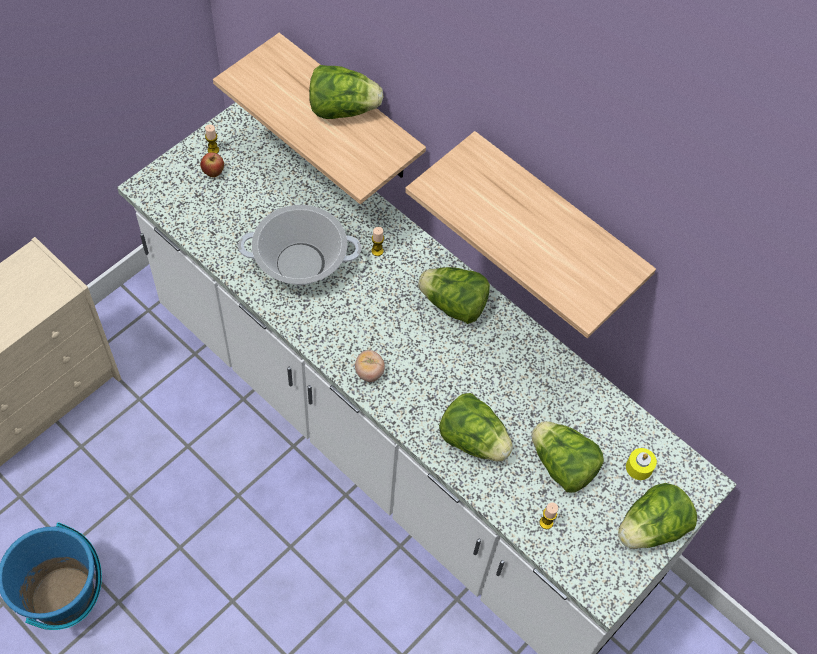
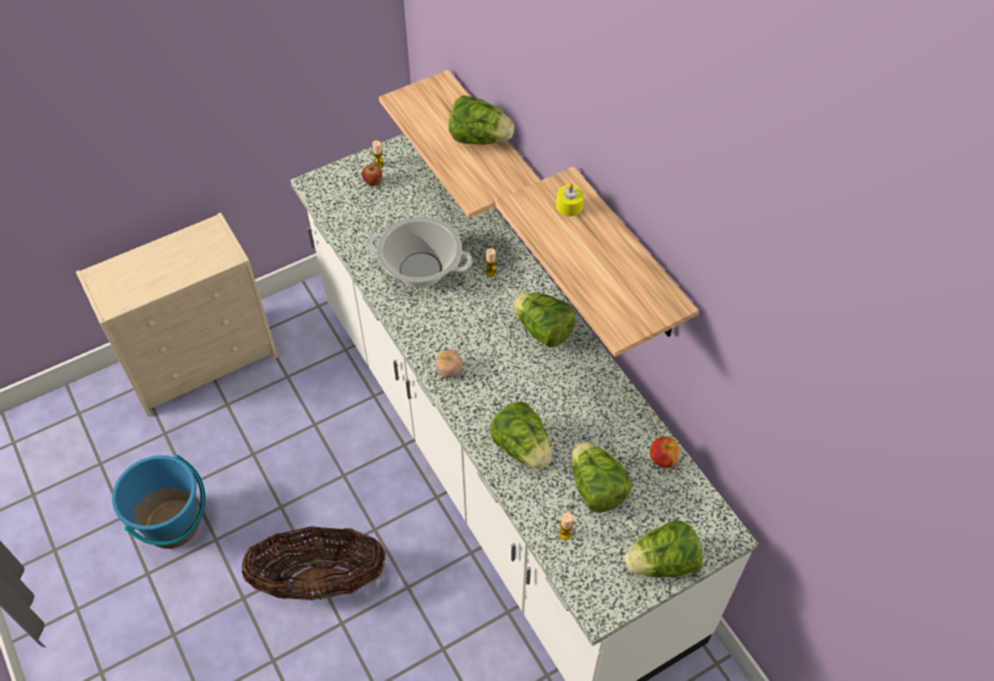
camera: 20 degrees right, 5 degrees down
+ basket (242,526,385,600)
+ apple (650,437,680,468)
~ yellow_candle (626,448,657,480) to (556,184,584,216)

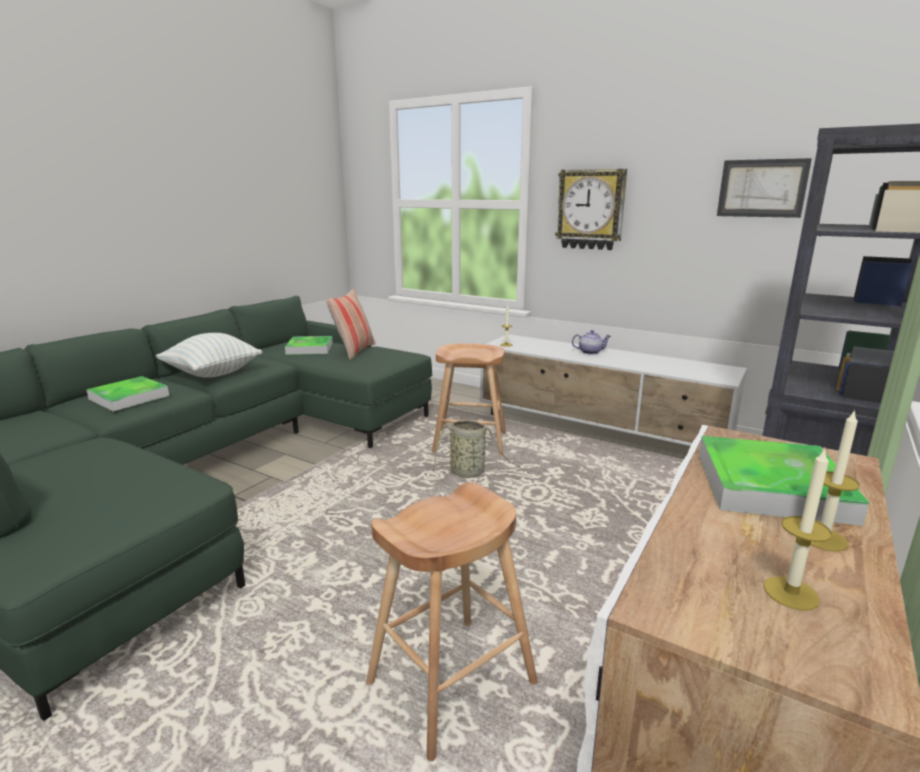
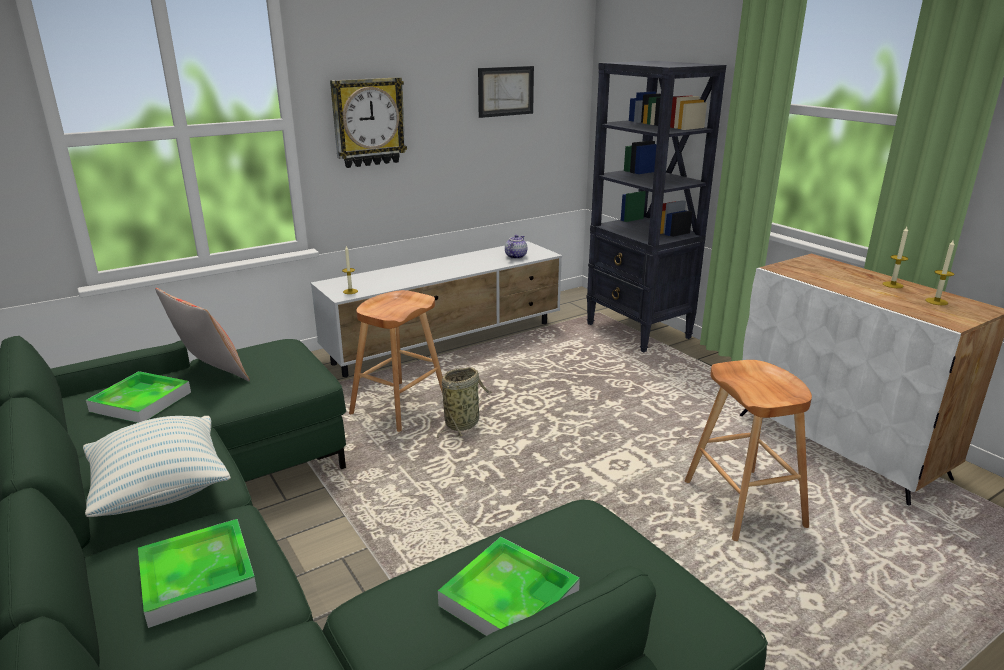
camera: 65 degrees left, 5 degrees up
~ teapot (572,330,611,354) to (505,235,527,259)
~ tray (699,436,869,526) to (438,537,580,636)

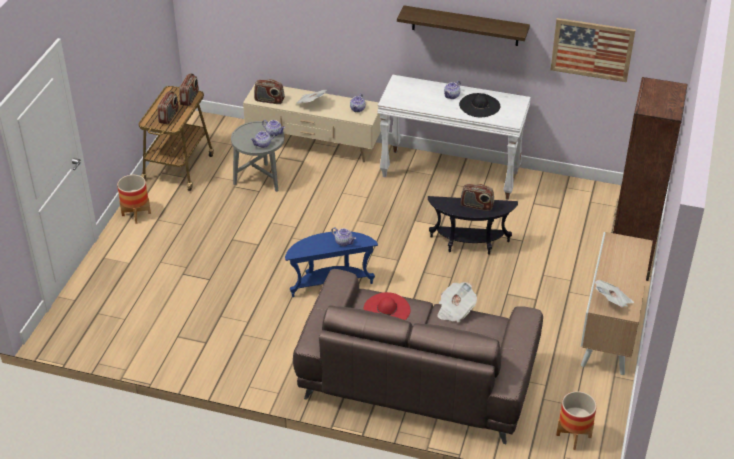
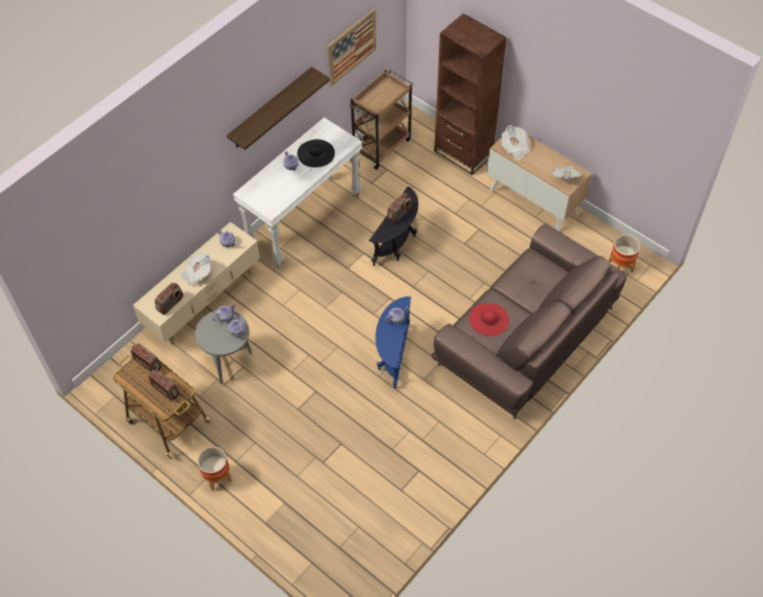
camera: 65 degrees left, 15 degrees up
+ brown_cart (349,70,413,170)
~ newspaper (437,282,477,323) to (501,125,530,161)

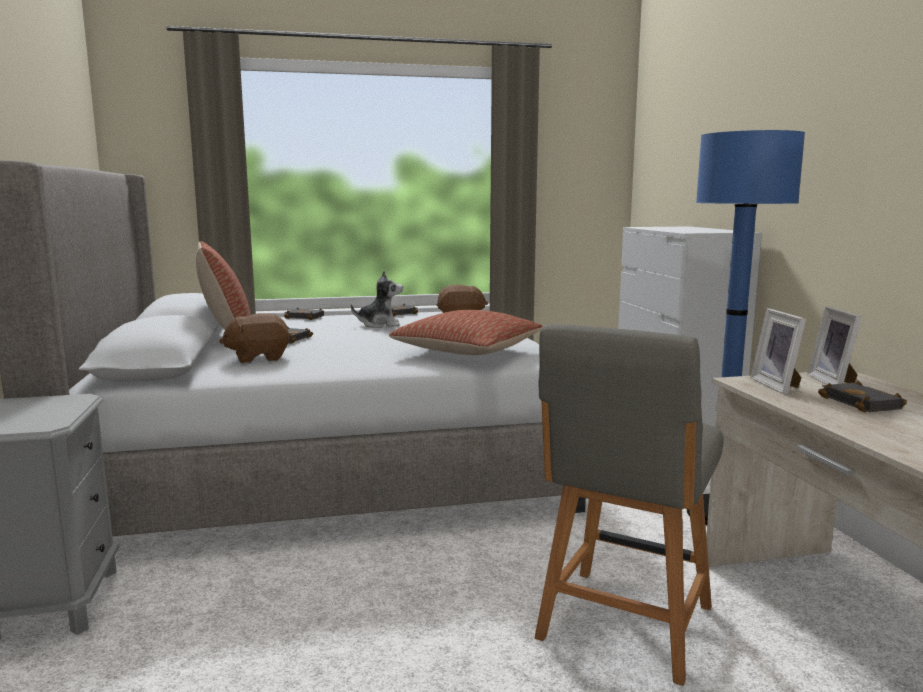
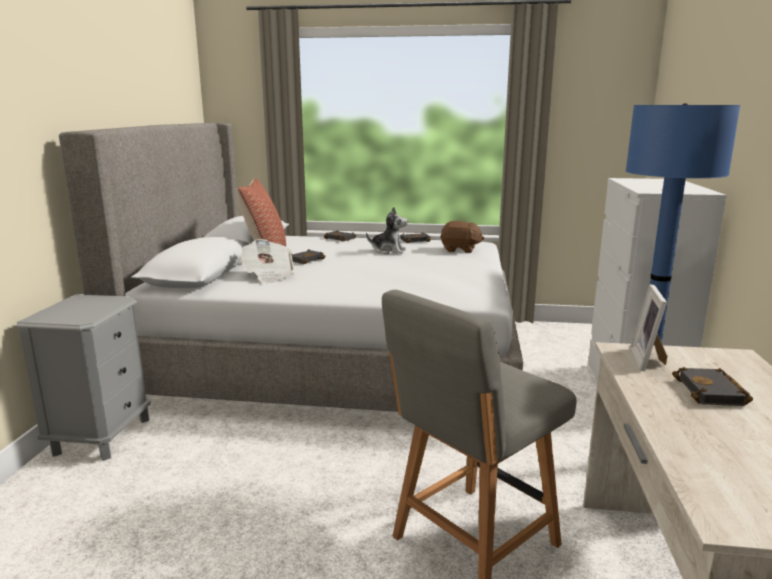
camera: 20 degrees right, 5 degrees up
- pillow (389,310,543,355)
- picture_frame (807,306,862,385)
~ brown_plush_toy (219,313,290,364) to newspaper (240,239,294,284)

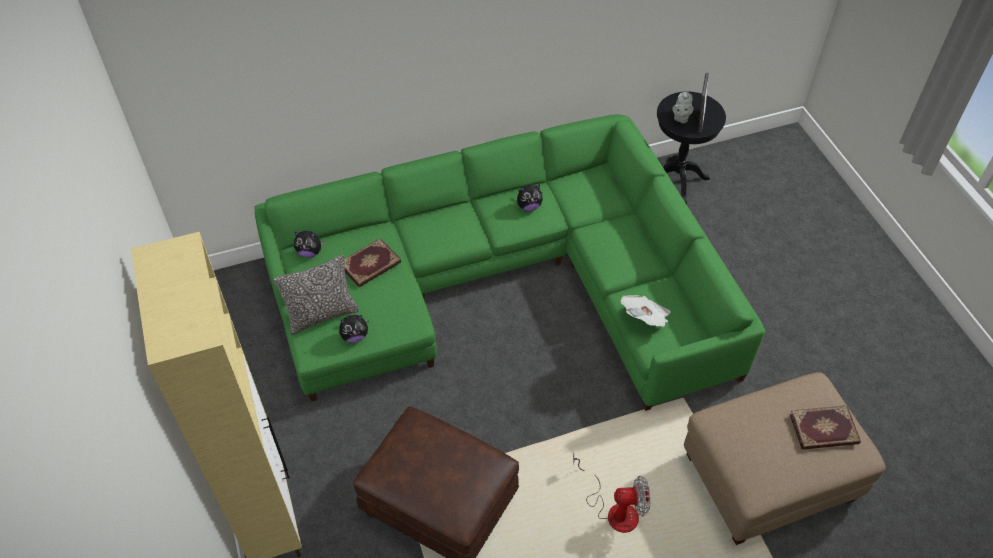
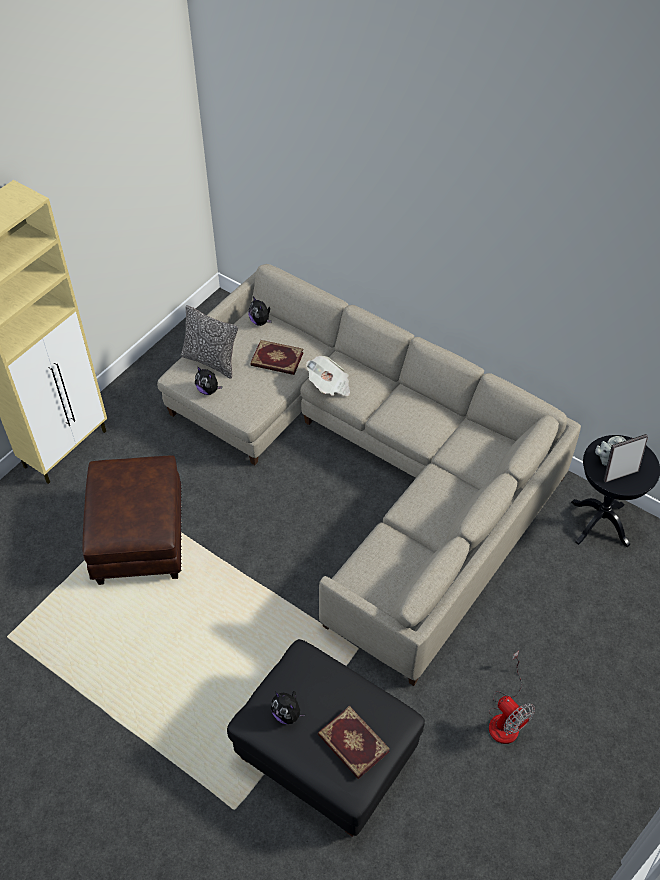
camera: 55 degrees right, 0 degrees up
~ plush_toy (517,184,543,211) to (271,691,306,724)
~ fan (573,453,650,533) to (488,651,535,744)
~ newspaper (621,295,671,327) to (306,356,350,396)
~ green_sofa (255,114,765,411) to beige_sofa (157,264,581,686)
~ beige_ottoman (684,372,886,545) to black_ottoman (227,639,425,837)

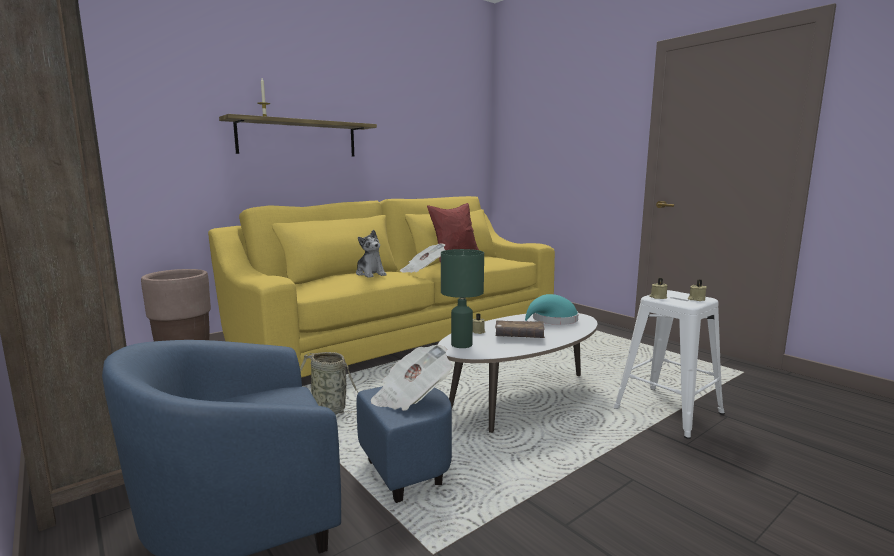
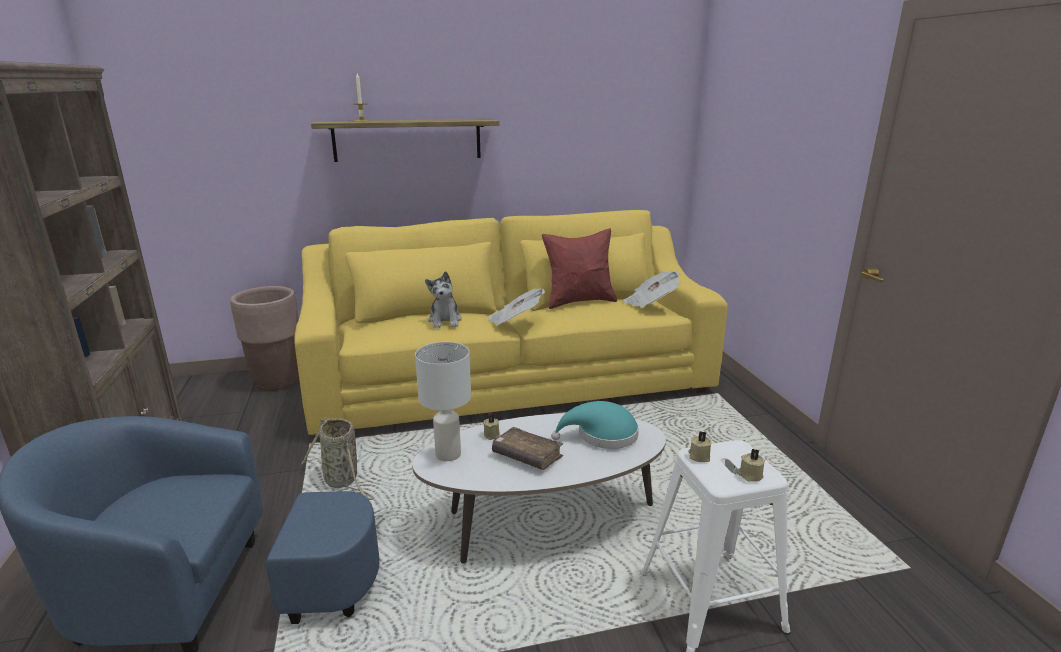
camera: 25 degrees right, 10 degrees up
~ newspaper (371,345,452,411) to (624,271,680,308)
~ green_table_lamp (441,249,484,348) to white_table_lamp (415,342,471,461)

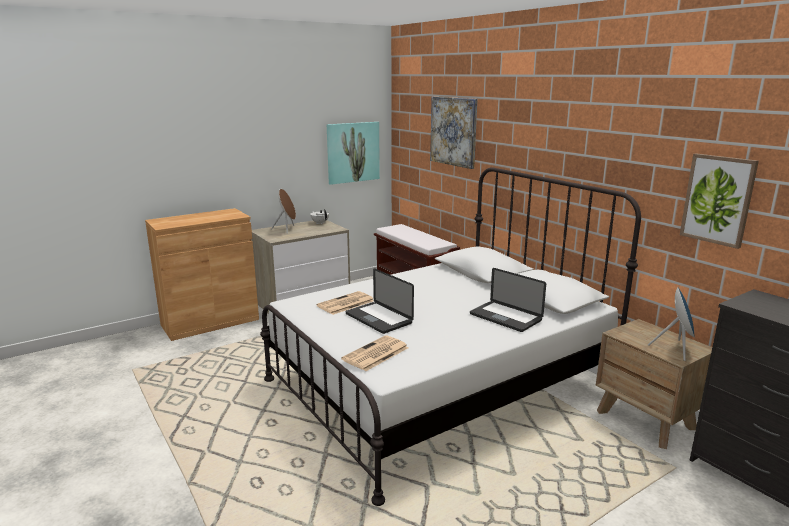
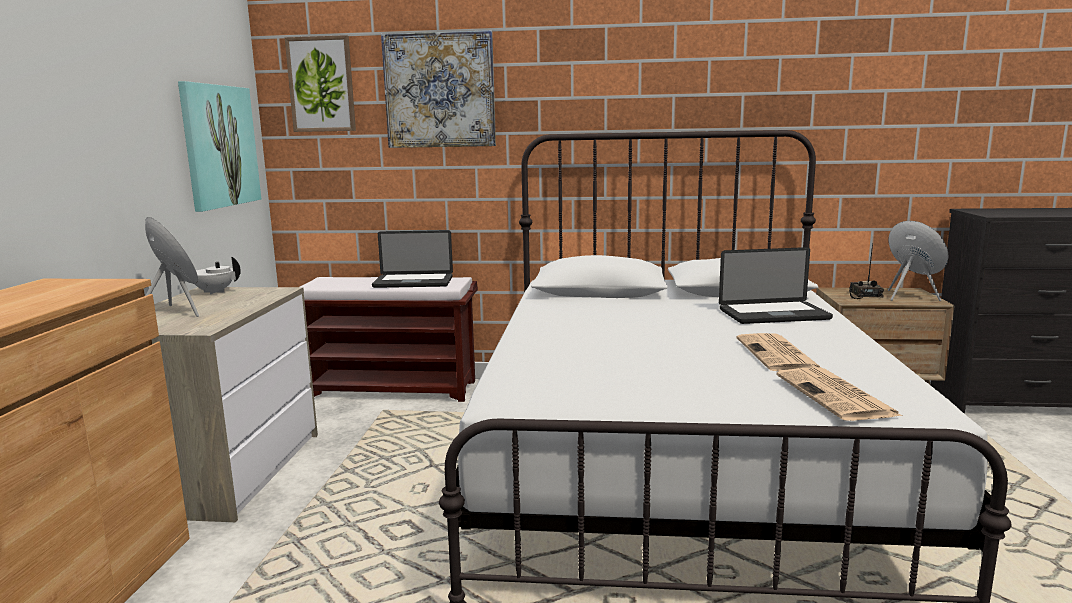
camera: 50 degrees left, 5 degrees down
+ radio (849,243,884,299)
~ newspaper (316,291,374,315) to (736,333,820,371)
~ laptop (346,268,414,334) to (372,230,453,288)
~ picture (680,154,759,249) to (285,35,356,132)

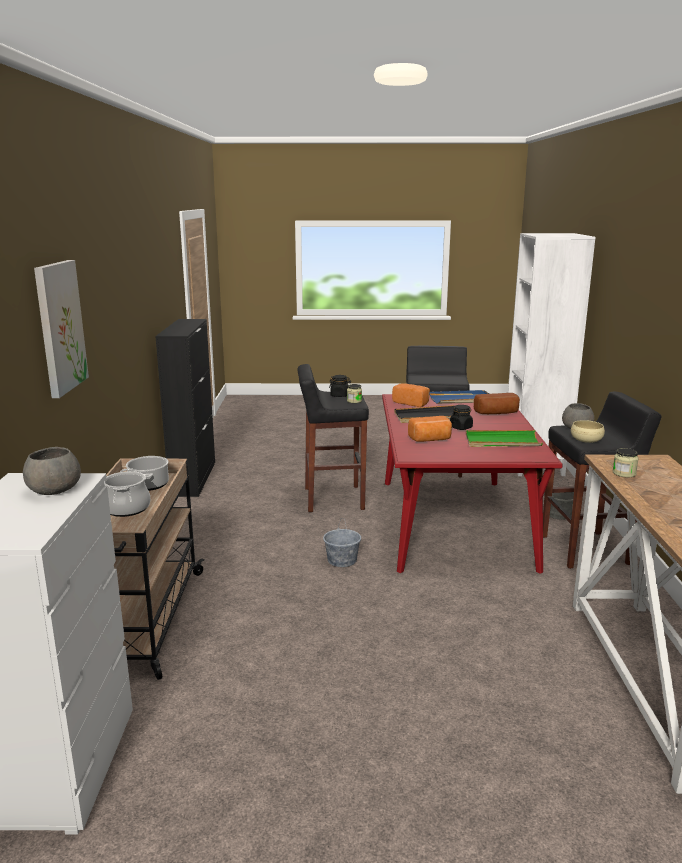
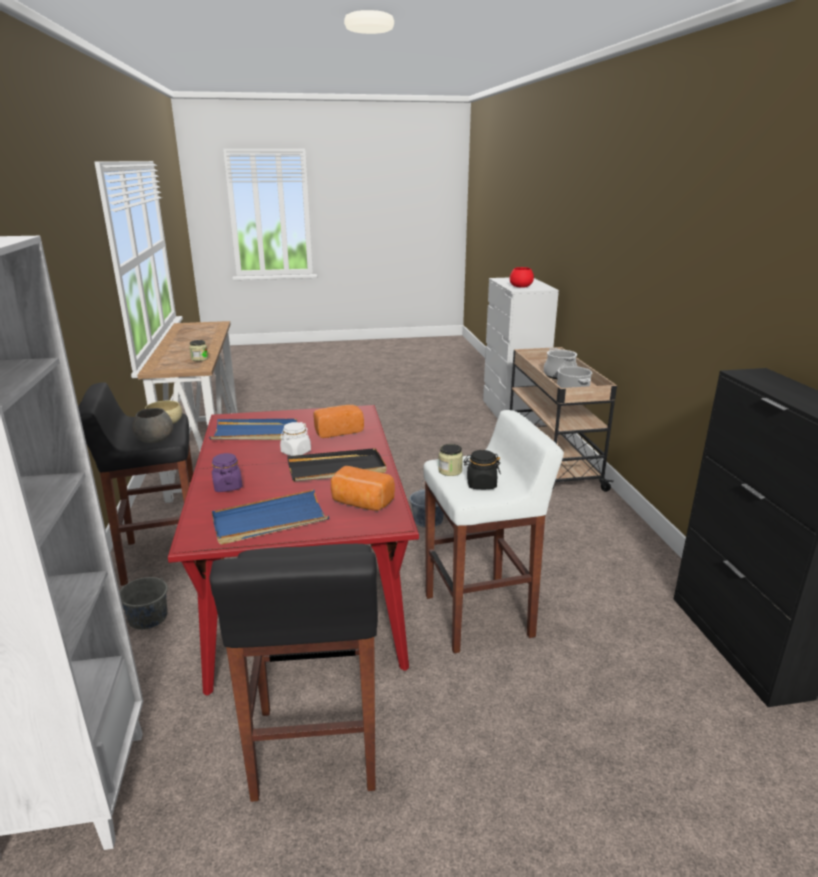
camera: 170 degrees right, 5 degrees up
- picture (34,260,89,398)
~ bread (474,393,520,414) to purple_jar (212,453,242,492)
~ grey_bowl (23,447,81,495) to red_bowl (510,267,534,288)
~ black_stool (298,364,369,512) to white_stool (423,410,564,653)
~ black_jar (450,405,473,430) to white_jar (280,422,311,456)
~ green_tray (466,430,543,447) to blue_tray (209,419,297,440)

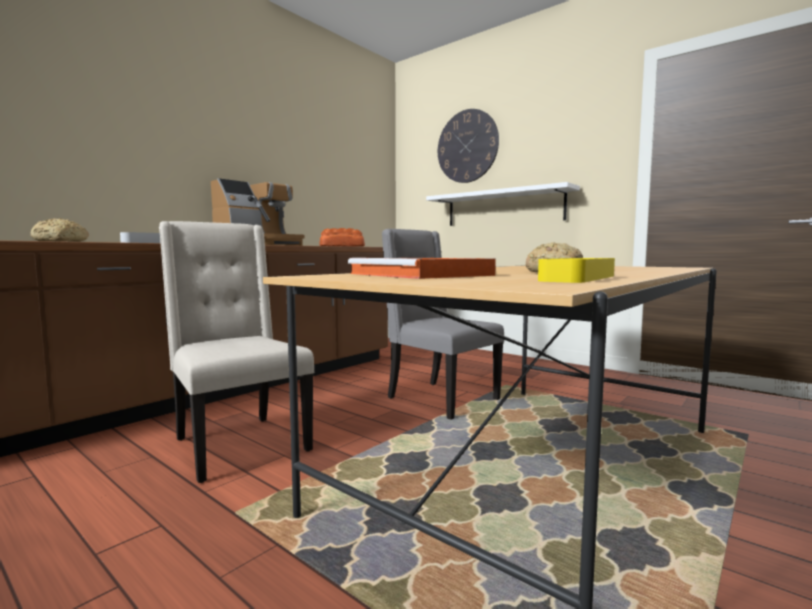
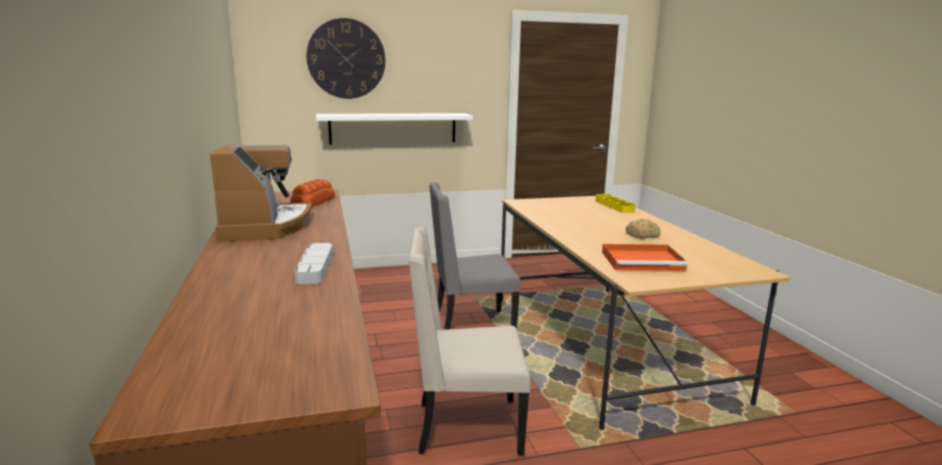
camera: 55 degrees left, 10 degrees up
- bread (30,218,89,242)
~ yellow_tray (538,258,615,283) to (595,194,635,213)

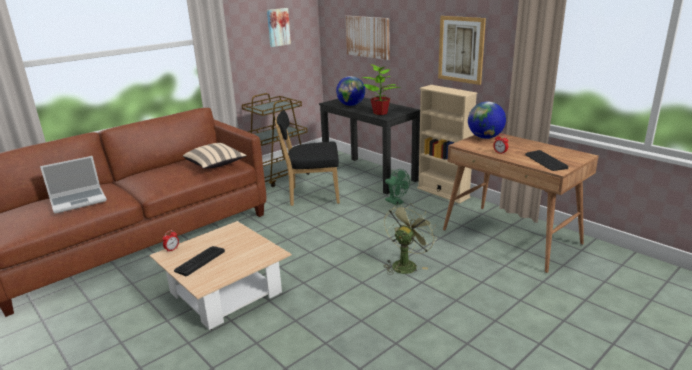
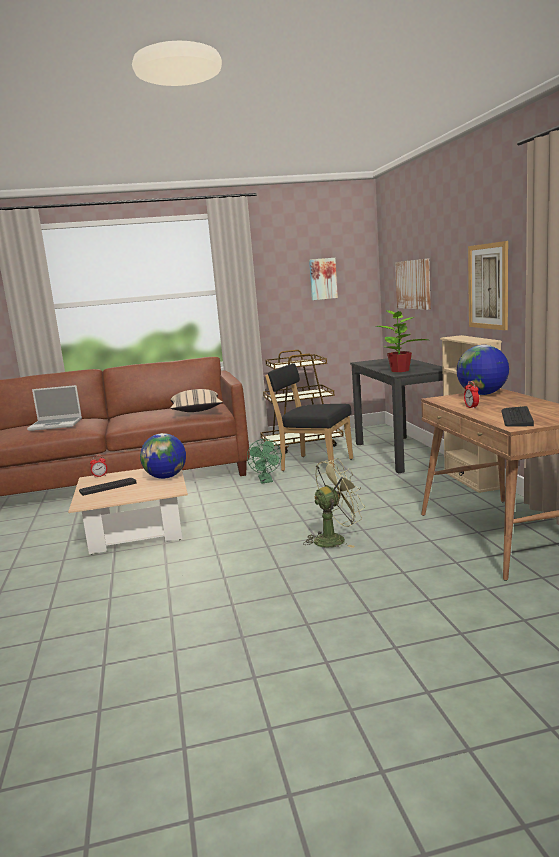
camera: 30 degrees right, 10 degrees down
~ globe (336,76,365,106) to (140,433,186,479)
~ green_fan (385,169,410,206) to (247,439,282,483)

